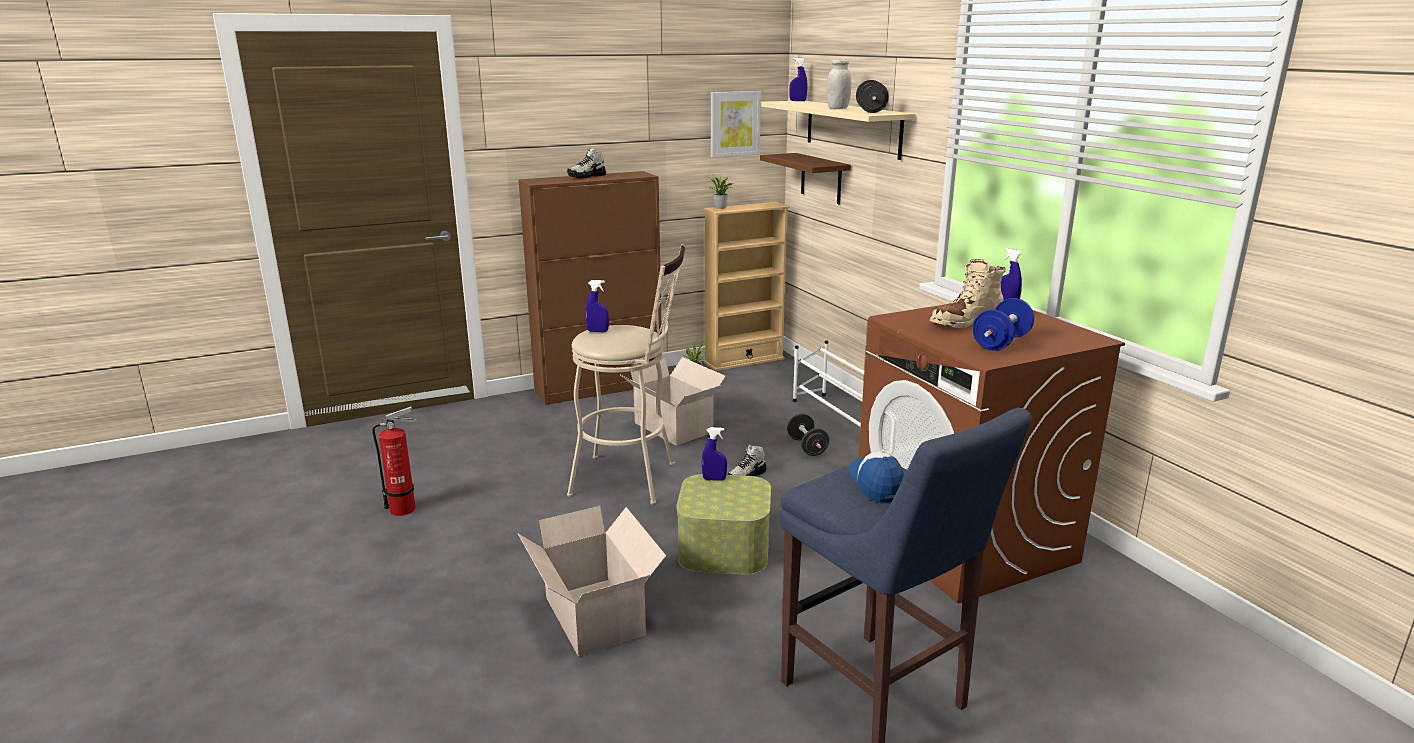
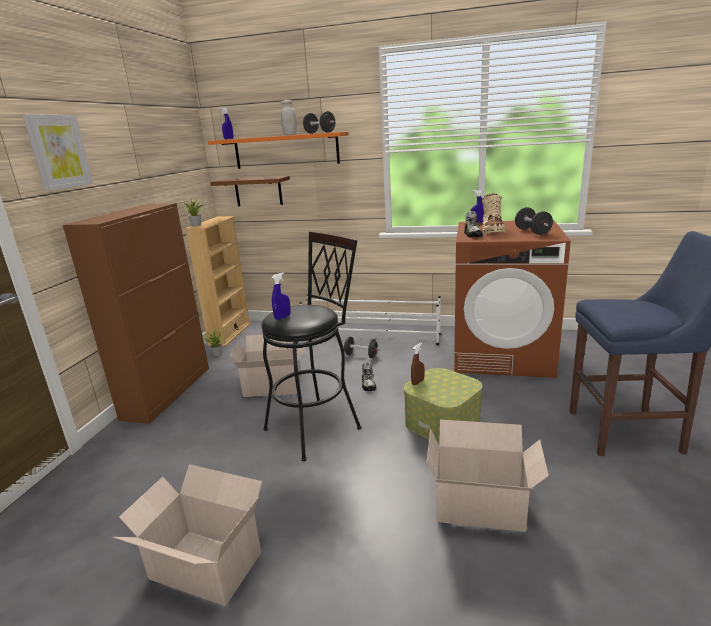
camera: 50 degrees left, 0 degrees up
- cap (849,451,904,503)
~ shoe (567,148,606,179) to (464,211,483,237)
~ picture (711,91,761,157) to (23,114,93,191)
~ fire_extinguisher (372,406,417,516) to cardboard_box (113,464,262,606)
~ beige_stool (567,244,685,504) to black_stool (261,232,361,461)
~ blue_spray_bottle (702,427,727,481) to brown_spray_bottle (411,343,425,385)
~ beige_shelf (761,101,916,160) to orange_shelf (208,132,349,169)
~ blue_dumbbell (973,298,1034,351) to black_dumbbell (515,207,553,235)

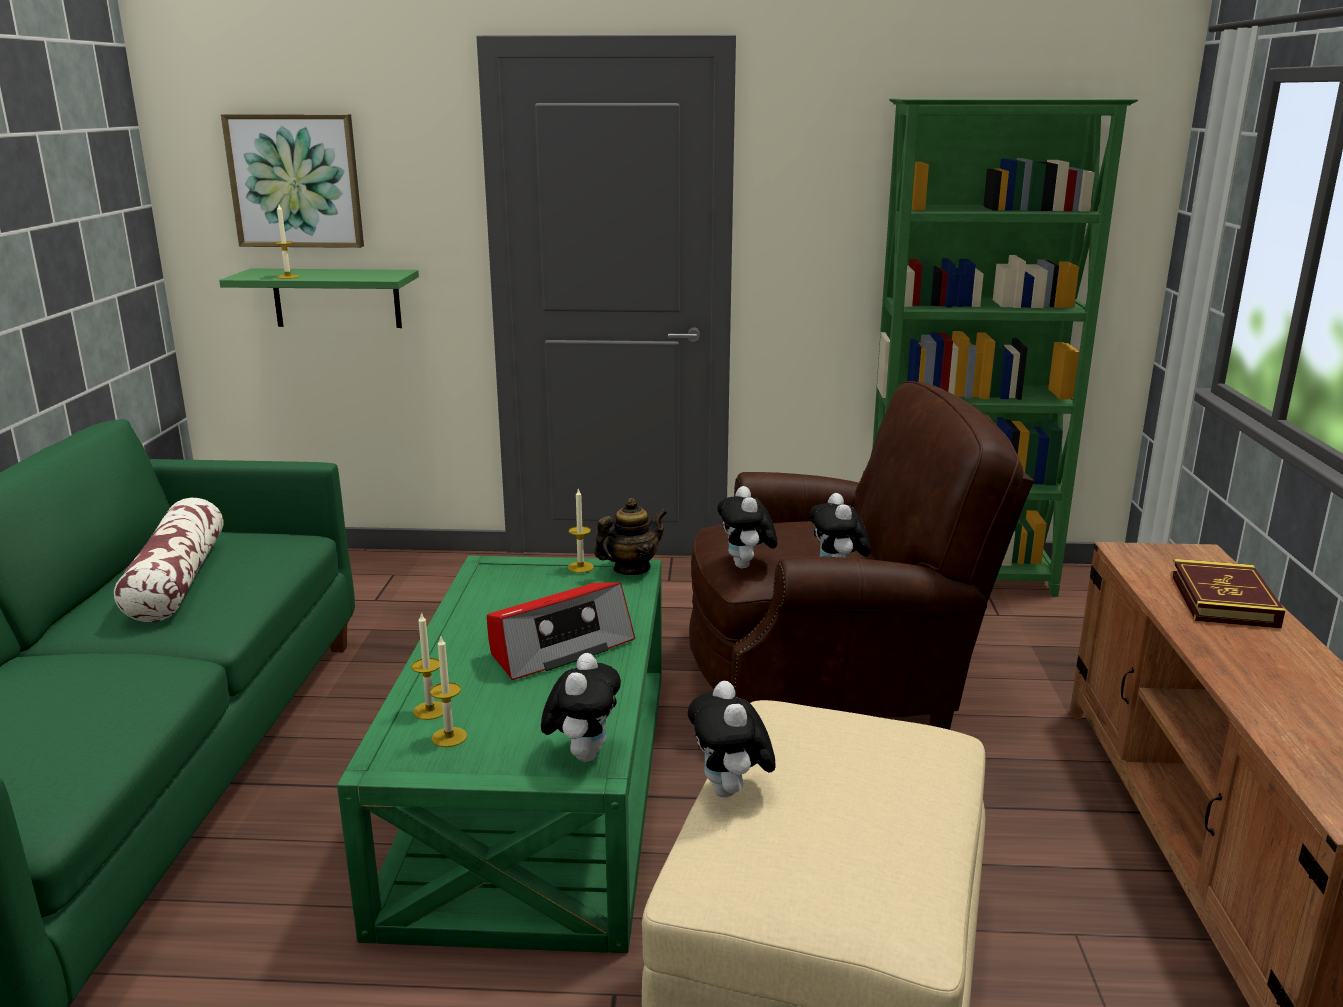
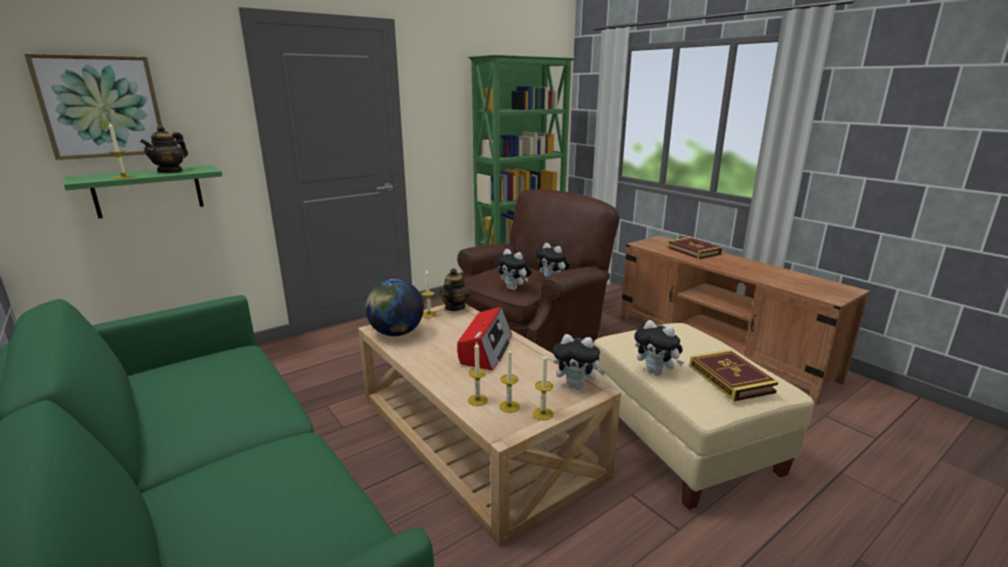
camera: 40 degrees left, 0 degrees up
- pillow (114,498,223,622)
+ teapot (140,125,188,173)
+ globe (365,279,424,336)
+ candle (533,354,554,420)
+ book (689,350,779,401)
~ green_coffee_table (337,556,662,953) to beige_coffee_table (358,304,621,546)
~ plush_toy (541,653,621,762) = (553,334,605,389) 135 degrees clockwise

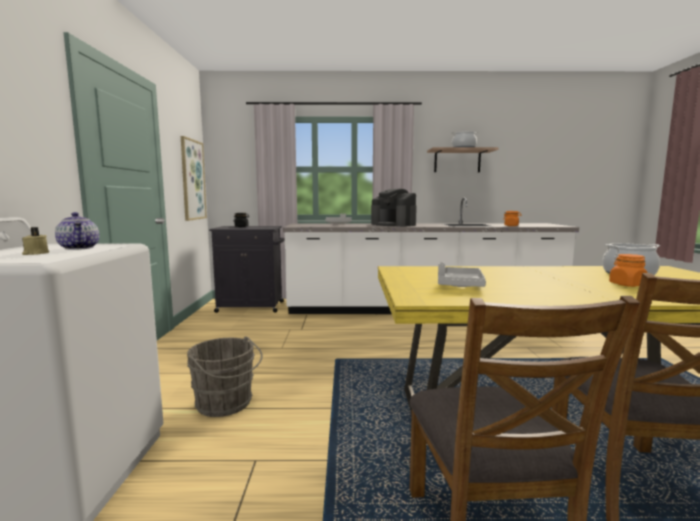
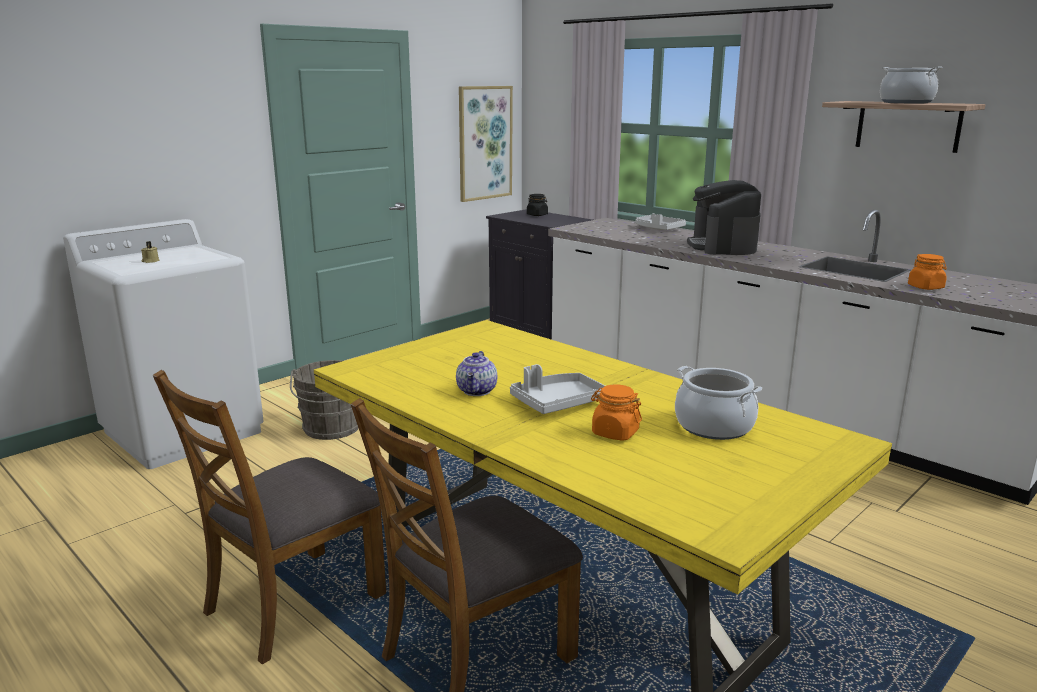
camera: 45 degrees right, 10 degrees up
~ teapot (55,212,99,250) to (456,351,497,396)
~ grey_tray (438,262,486,287) to (510,364,605,414)

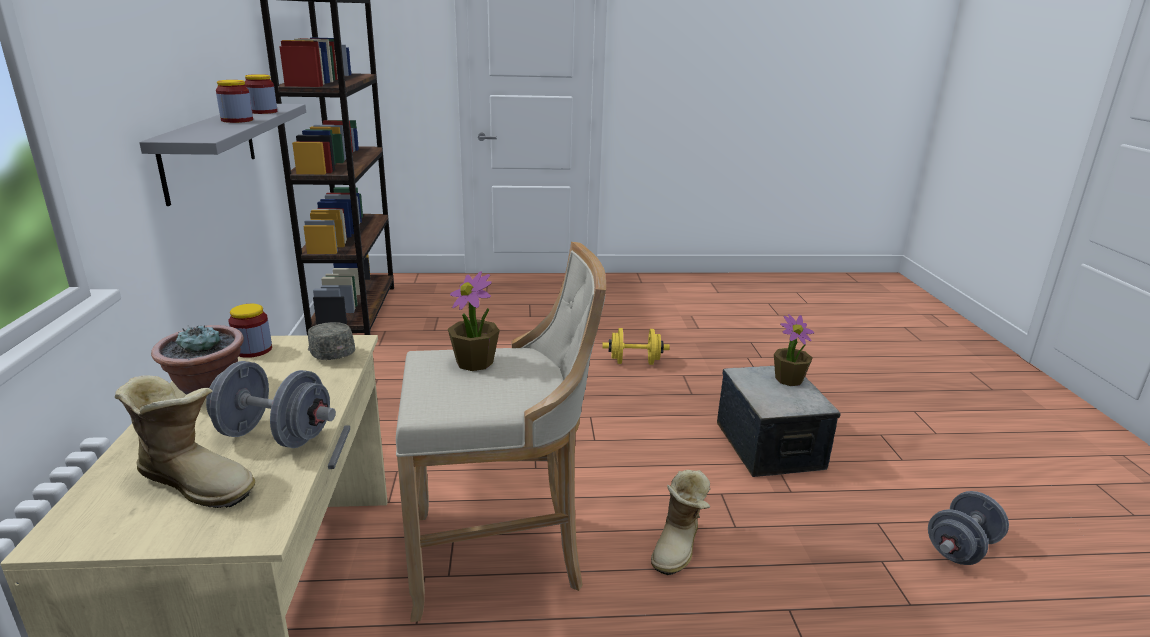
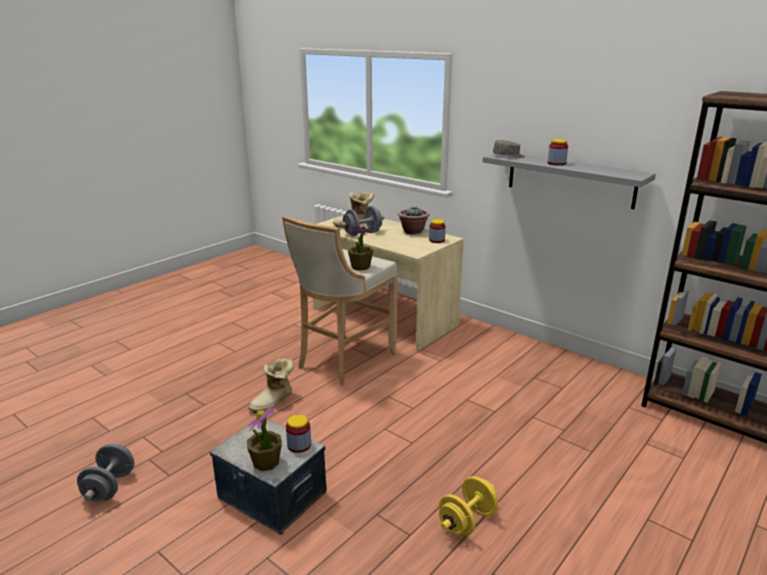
camera: 135 degrees right, 0 degrees up
~ jar (245,74,277,114) to (286,414,311,453)
~ grey_cap (308,322,355,360) to (493,140,525,158)
~ boot (651,470,711,575) = (248,359,294,413) 120 degrees counterclockwise

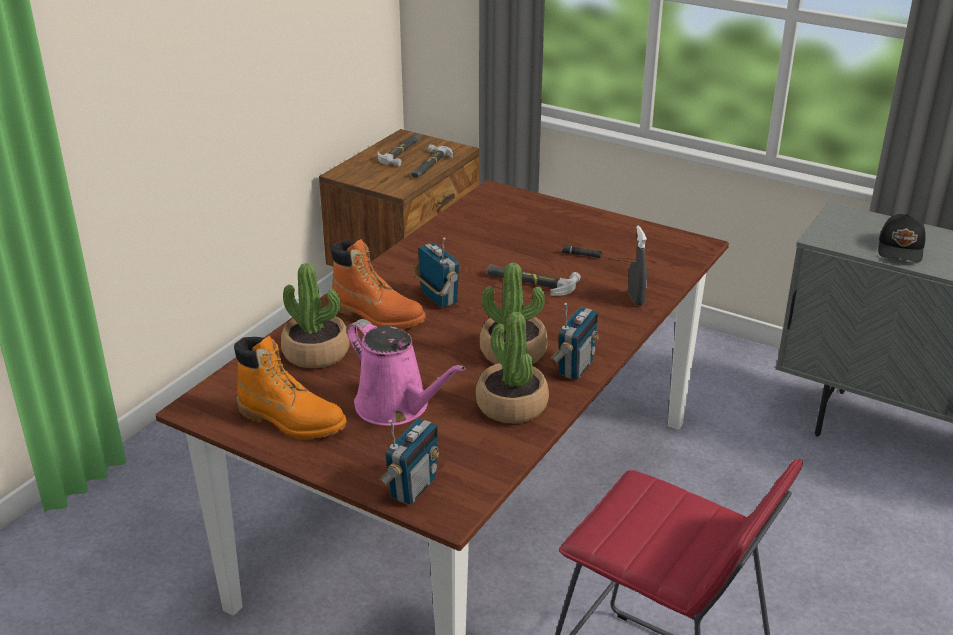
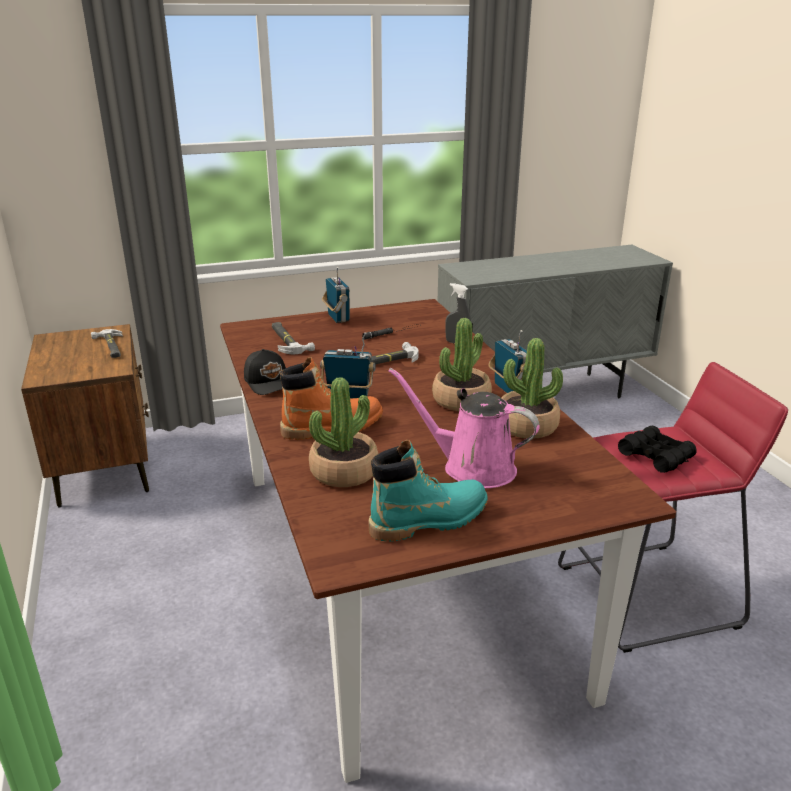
camera: 50 degrees left, 5 degrees down
+ black_binoculars (618,426,697,473)
~ hammer (378,134,421,166) to (272,322,315,354)
~ radio (380,419,439,505) to (322,267,350,323)
~ black_cap (878,214,926,262) to (244,349,286,395)
~ orange_boot (234,336,347,439) to turquoise_boot (368,440,488,542)
~ pink_watering_can (347,319,466,426) = (388,368,540,489) 150 degrees counterclockwise

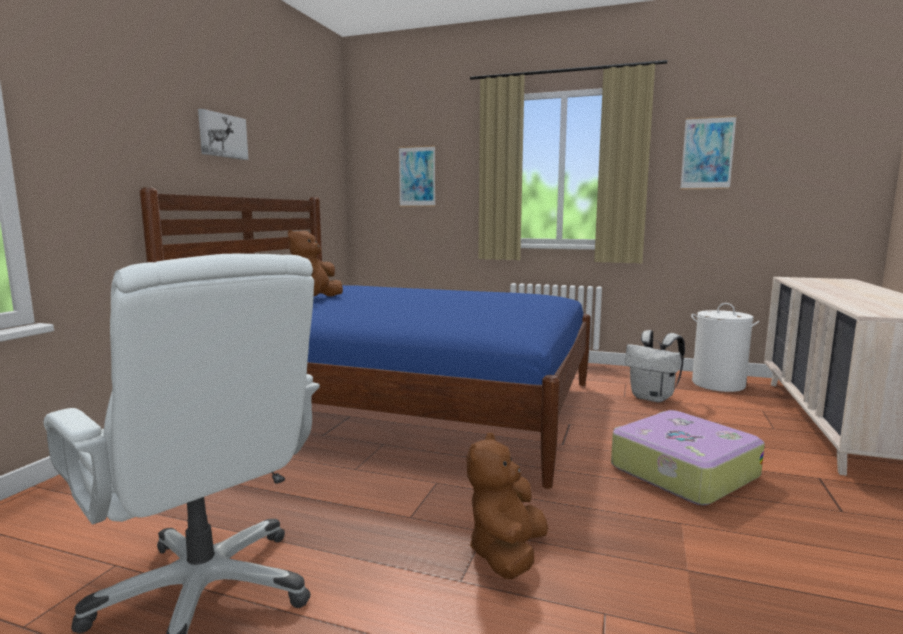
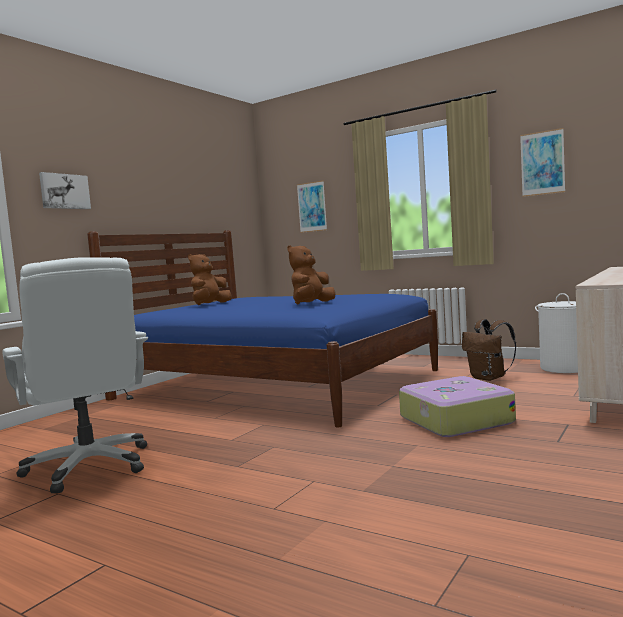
camera: 15 degrees right, 5 degrees down
~ picture (198,109,248,160) to (39,172,91,209)
~ brown_plush_toy (466,433,548,579) to (287,245,335,304)
~ white_backpack (625,330,685,402) to brown_backpack (462,319,516,381)

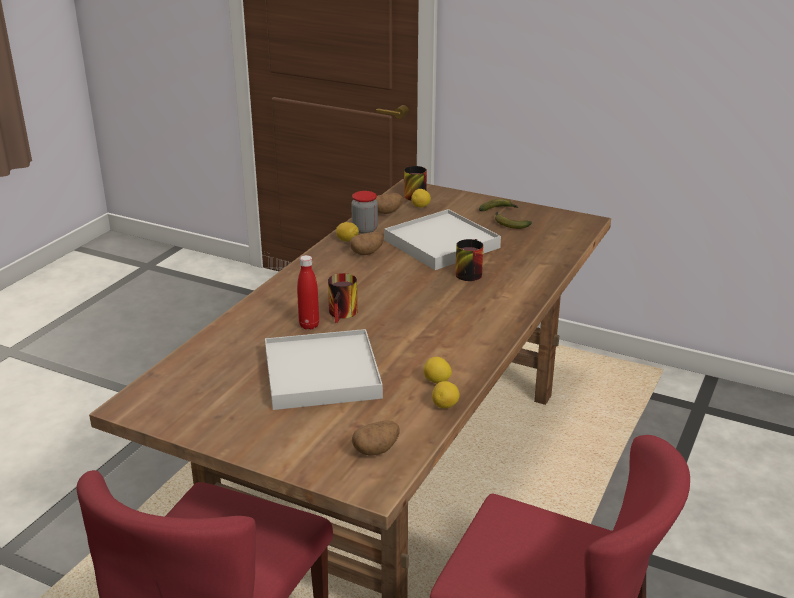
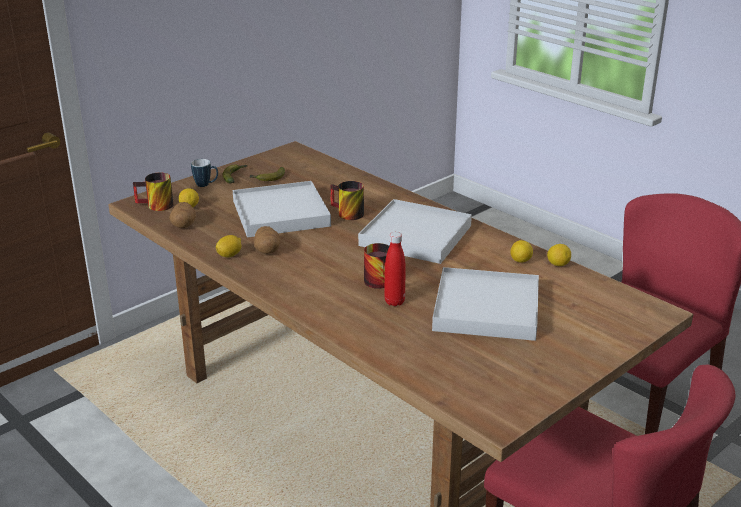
camera: 70 degrees left, 0 degrees up
- jar (351,191,378,234)
- potato (352,420,400,455)
+ mug (191,159,218,187)
+ white_tray (358,199,472,264)

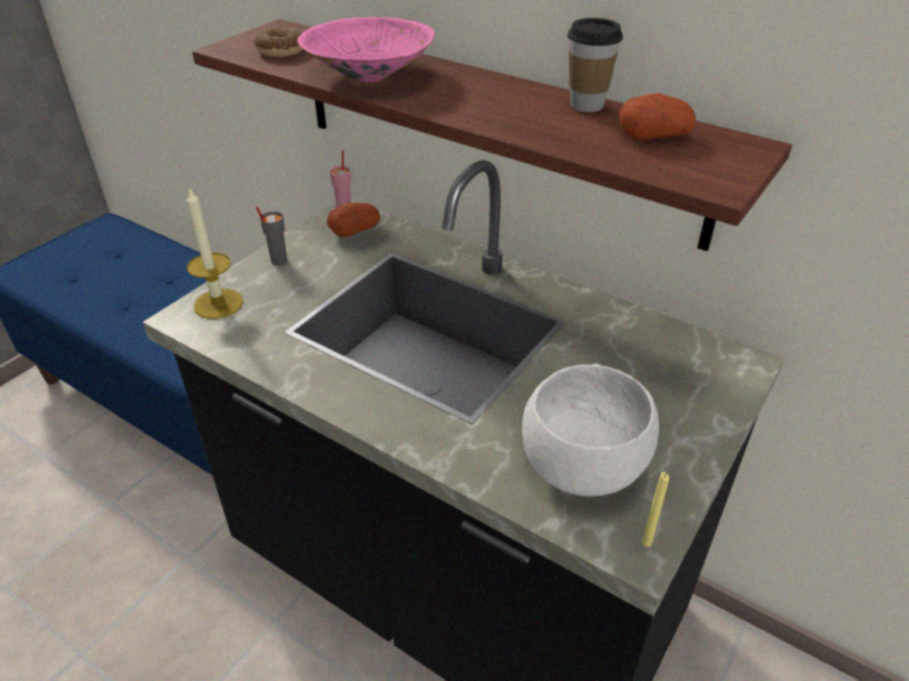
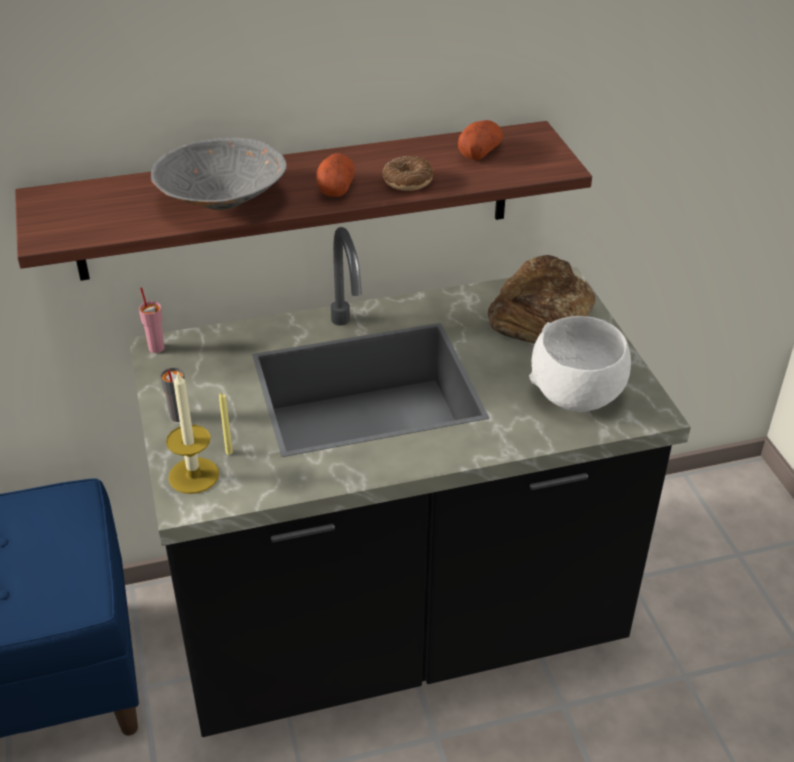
camera: 50 degrees left, 0 degrees up
- cup (567,18,623,112)
+ bread (488,255,595,343)
~ donut (254,28,303,57) to (382,156,434,191)
~ potato (327,203,380,237) to (316,153,355,197)
~ yellow_candle (642,472,669,547) to (219,393,233,455)
~ pink_bowl (297,17,435,82) to grey_bowl (151,137,287,210)

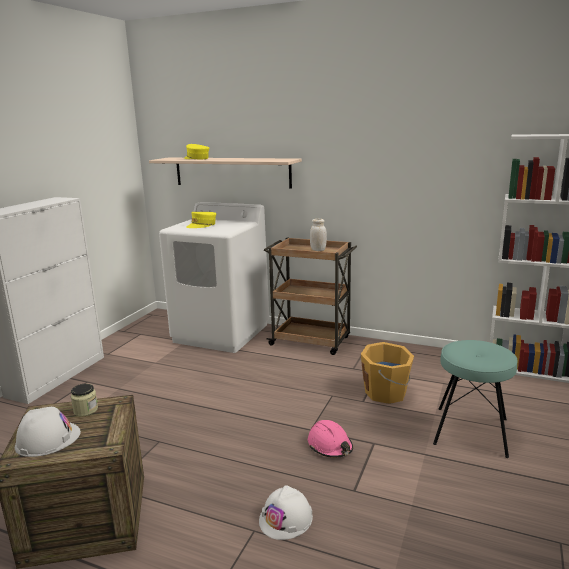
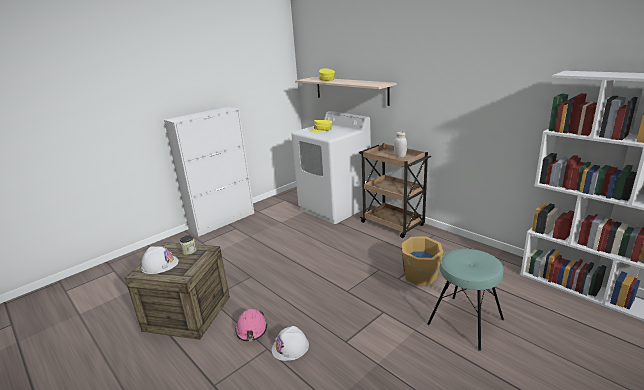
camera: 25 degrees right, 5 degrees up
~ pink_hard_hat (308,420,353,458) to (235,309,267,341)

